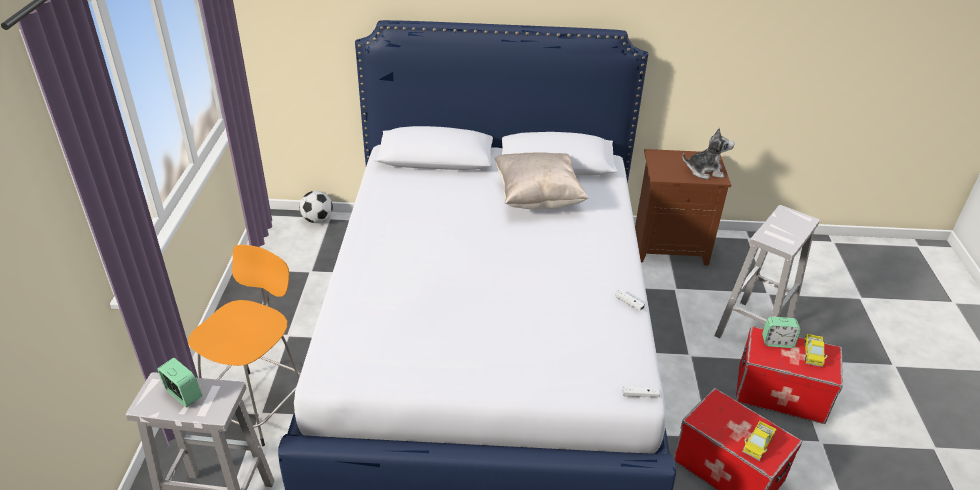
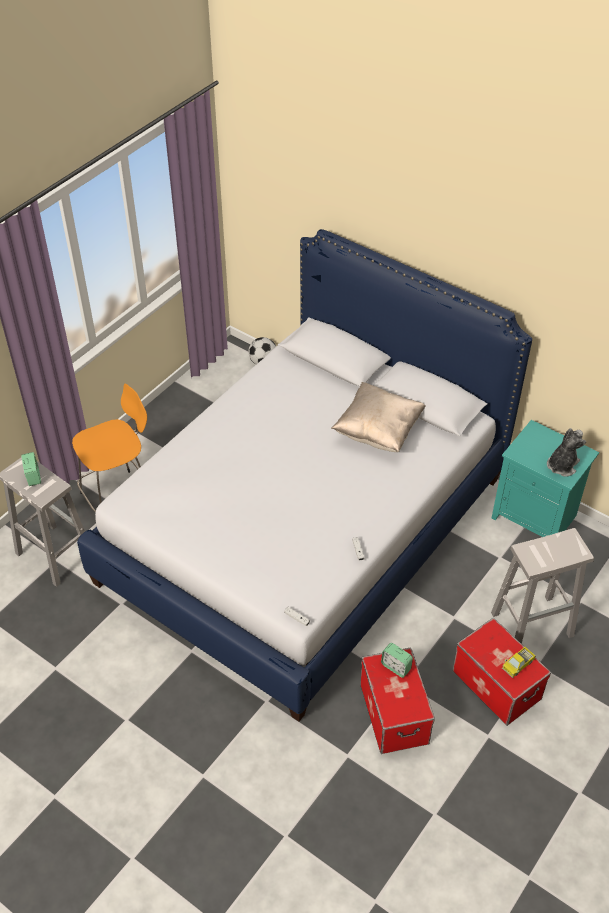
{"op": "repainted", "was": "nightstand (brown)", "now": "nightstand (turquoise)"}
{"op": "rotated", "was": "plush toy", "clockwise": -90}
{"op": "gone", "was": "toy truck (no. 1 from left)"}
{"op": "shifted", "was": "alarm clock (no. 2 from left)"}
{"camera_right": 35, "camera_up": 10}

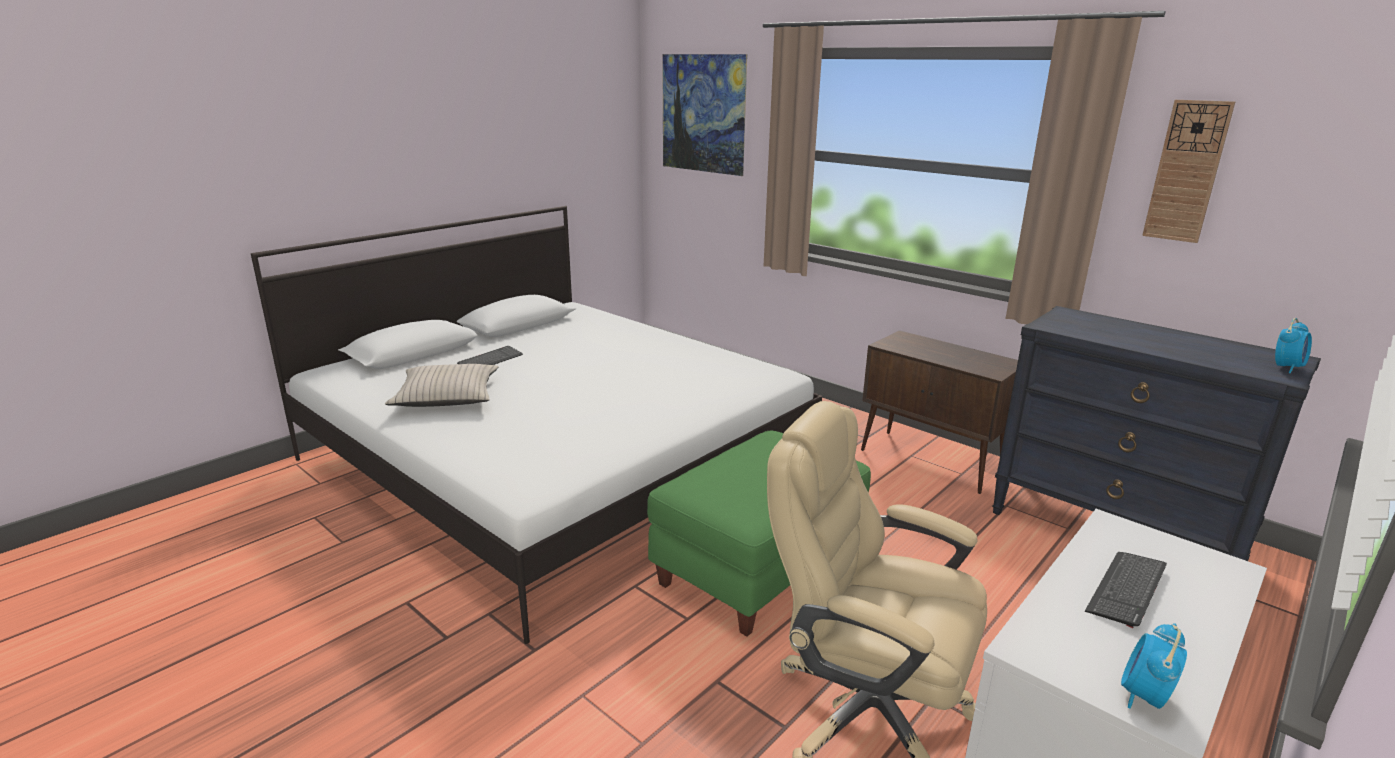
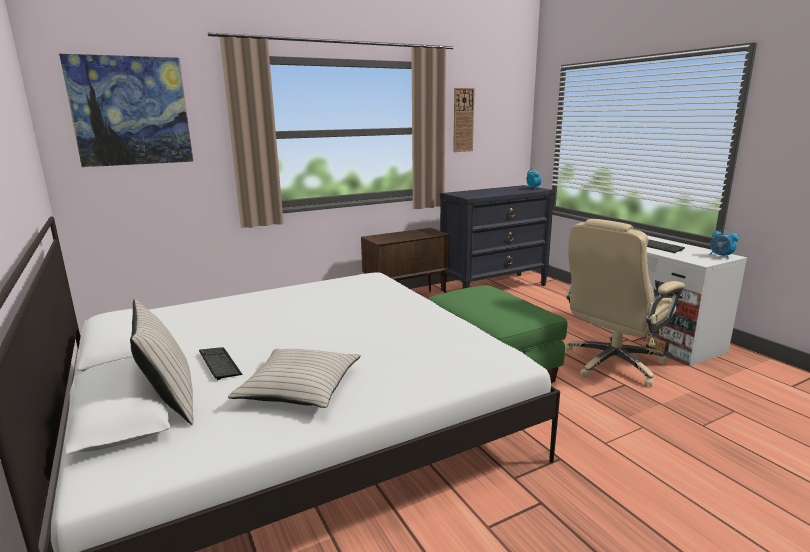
{"op": "new", "now": "pillow (beige) (no. 1 from left)"}
{"camera_right": -70, "camera_up": -5}

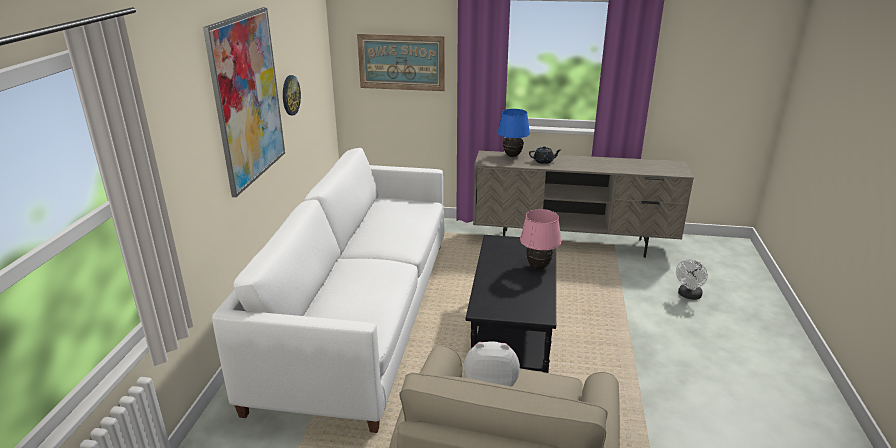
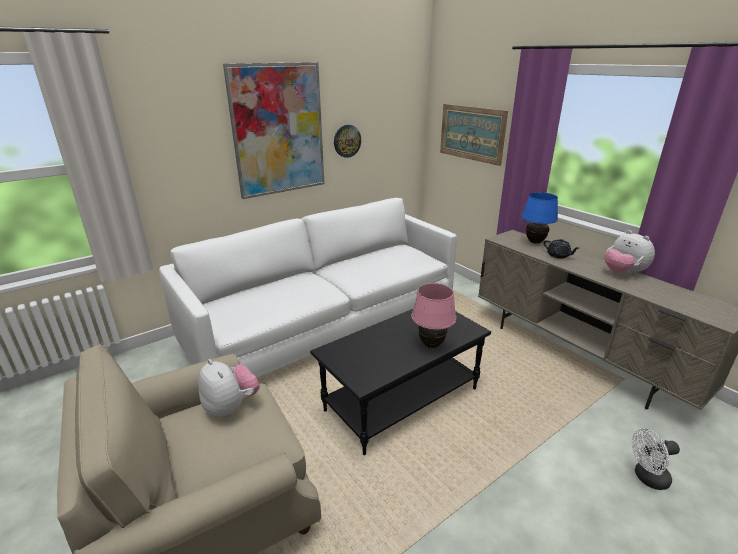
{"op": "new", "now": "plush toy (no. 2 from left)"}
{"camera_right": 45, "camera_up": 0}

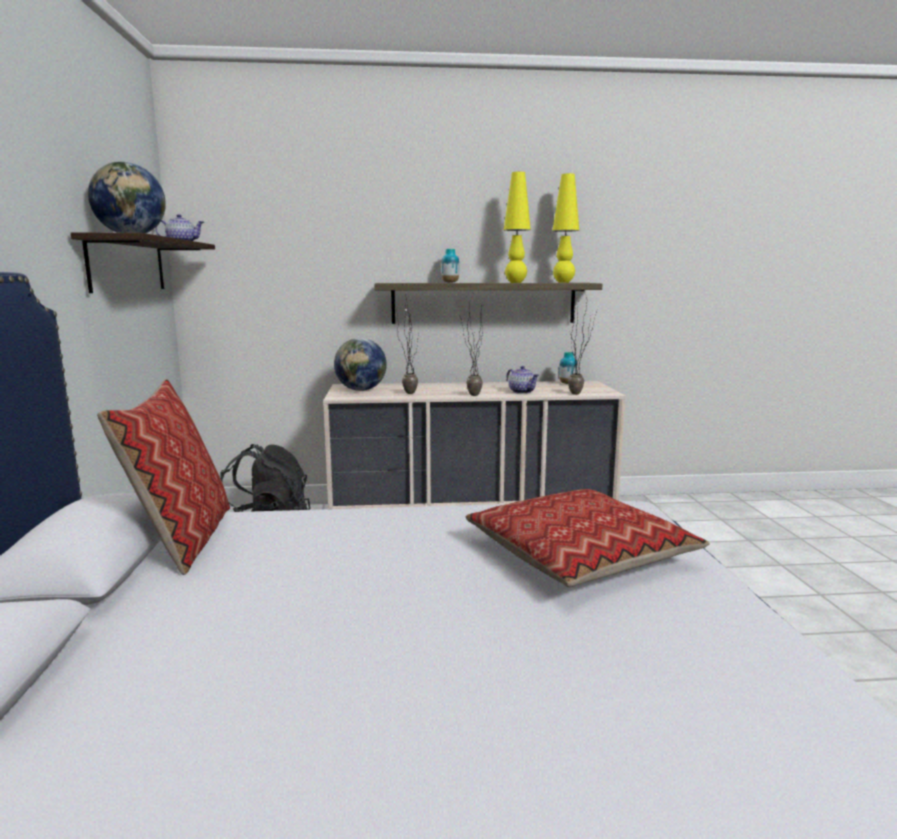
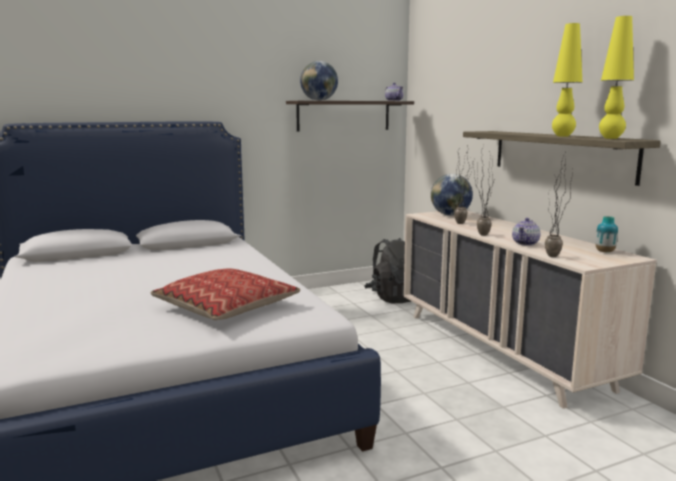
{"op": "gone", "was": "pillow (no. 1 from left)"}
{"op": "gone", "was": "vase (no. 1 from left)"}
{"camera_right": 70, "camera_up": 0}

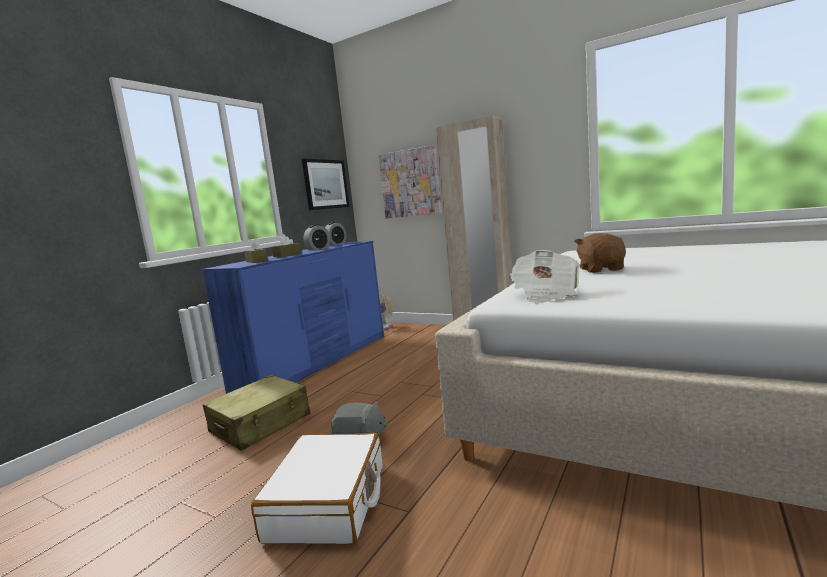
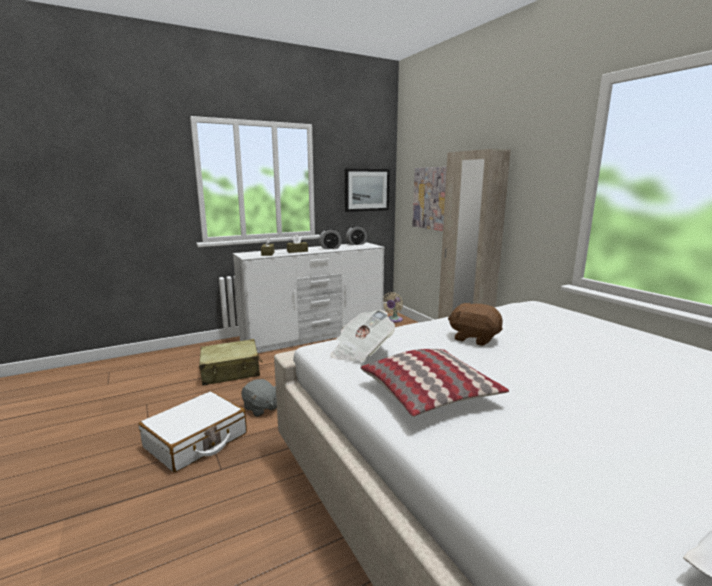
{"op": "repainted", "was": "dresser (blue)", "now": "dresser (white)"}
{"op": "rotated", "was": "plush toy (brown)", "clockwise": -90}
{"op": "new", "now": "pillow"}
{"camera_right": 30, "camera_up": 5}

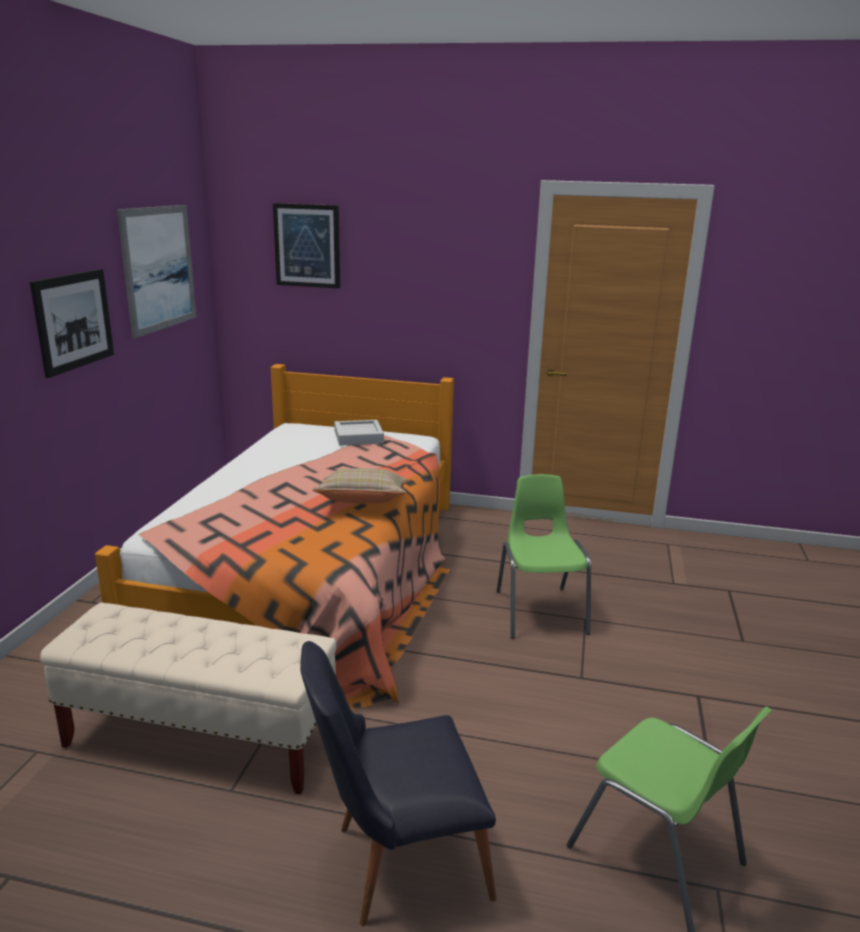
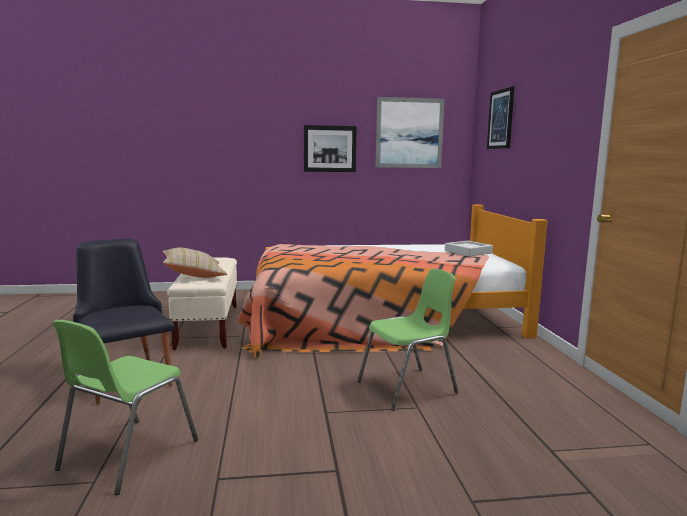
{"op": "shifted", "was": "pillow (beige)"}
{"camera_right": 70, "camera_up": -10}

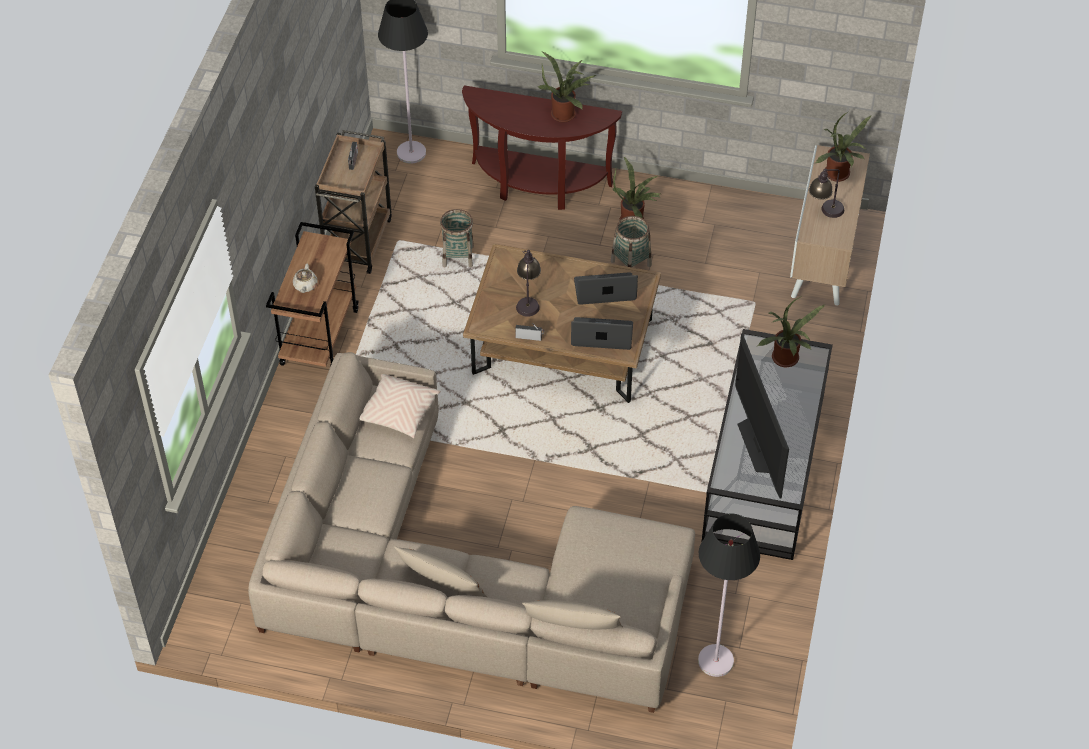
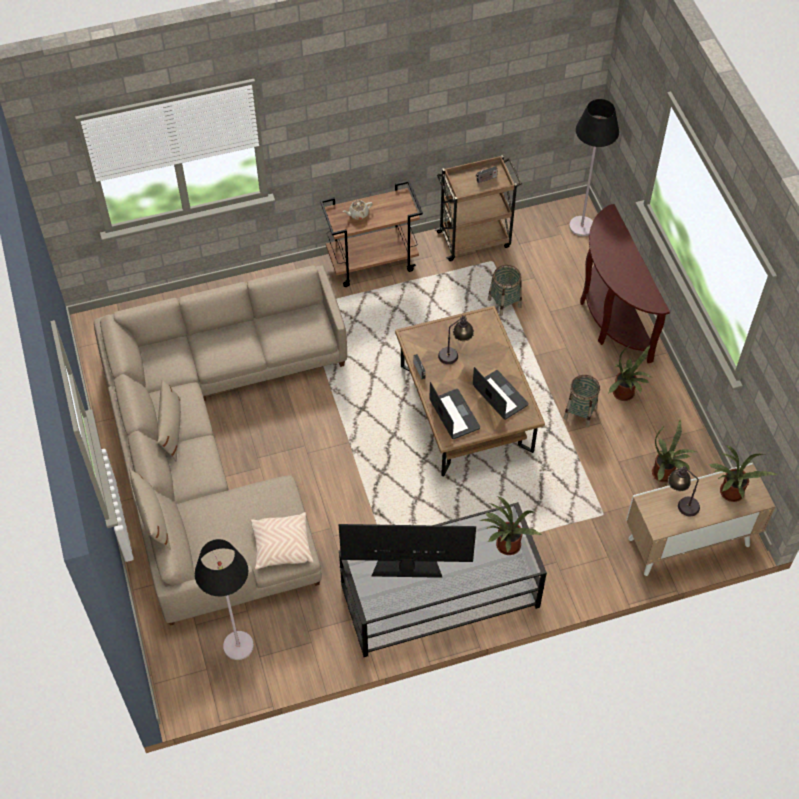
{"op": "shifted", "was": "pillow (beige) (no. 1 from left in the first image)", "now": "pillow (beige) (no. 3 from left)"}
{"op": "shifted", "was": "potted plant (no. 1 from left in the first image)", "now": "potted plant (no. 3 from left)"}
{"op": "rotated", "was": "television", "clockwise": 45}
{"camera_right": 60, "camera_up": 5}

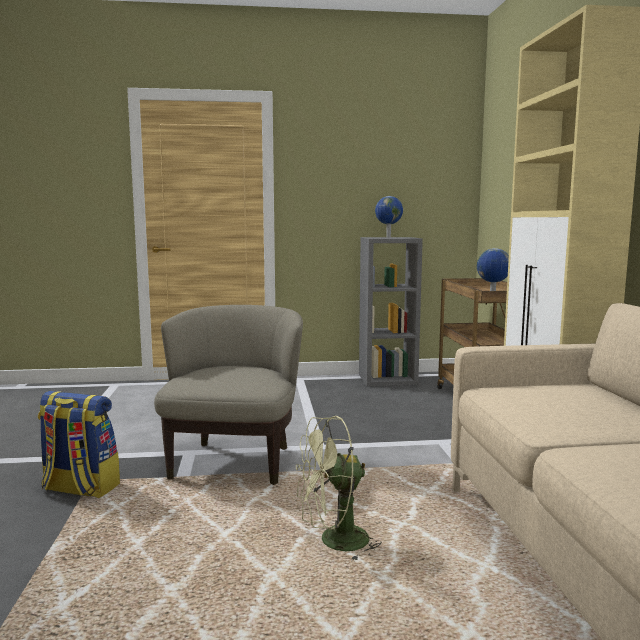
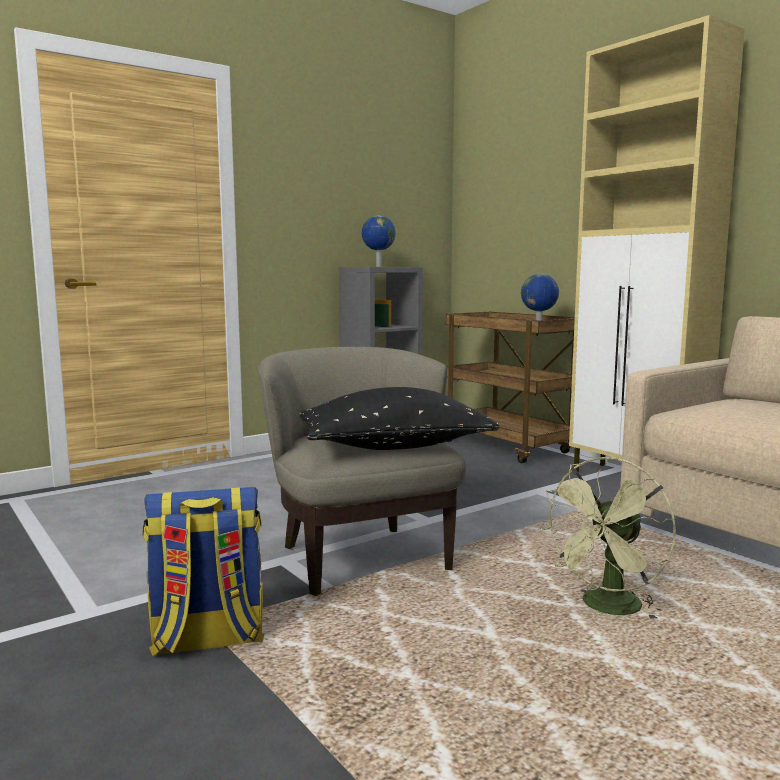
{"op": "new", "now": "pillow (black)"}
{"camera_right": -30, "camera_up": 0}

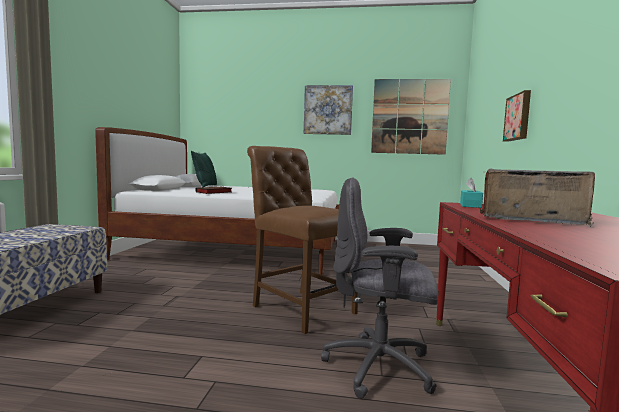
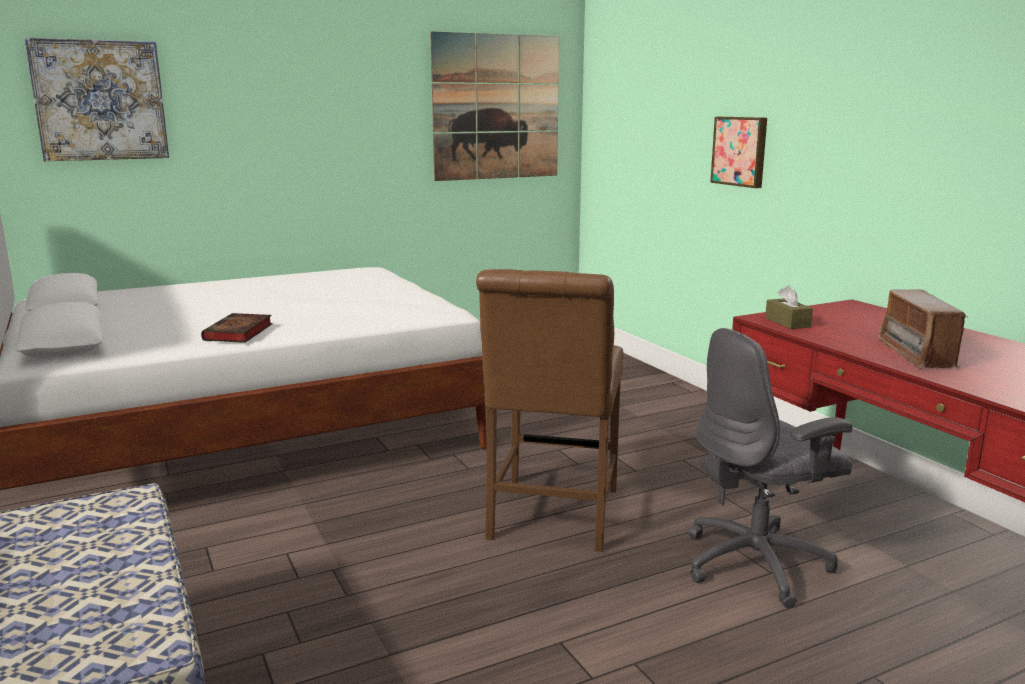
{"op": "gone", "was": "pillow (green)"}
{"op": "rotated", "was": "chair (brown)", "clockwise": -90}
{"op": "shifted", "was": "picture (no. 1 from left)"}
{"op": "repainted", "was": "tissue box (turquoise)", "now": "tissue box (brown)"}
{"op": "rotated", "was": "radio", "clockwise": -75}
{"camera_right": -35, "camera_up": 10}

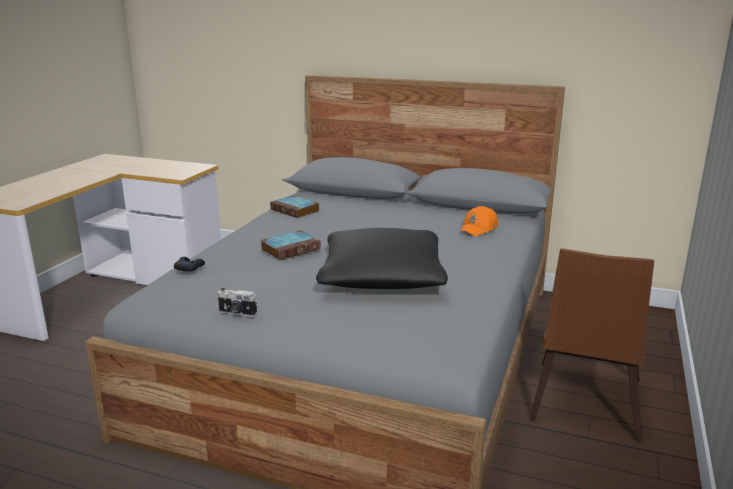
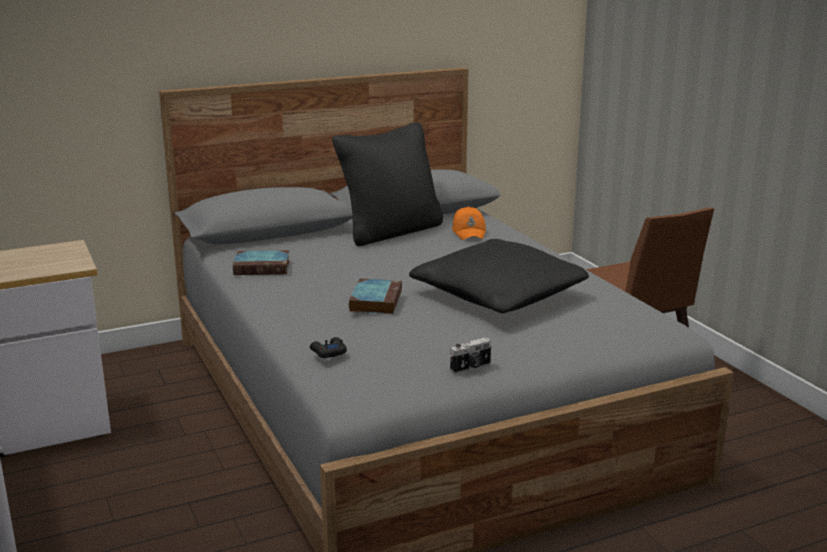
{"op": "new", "now": "pillow (black) (no. 1 from left)"}
{"camera_right": -45, "camera_up": 0}

